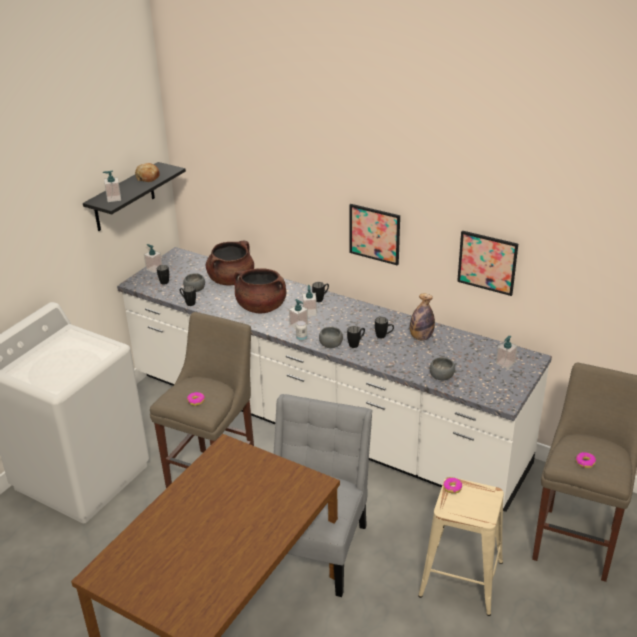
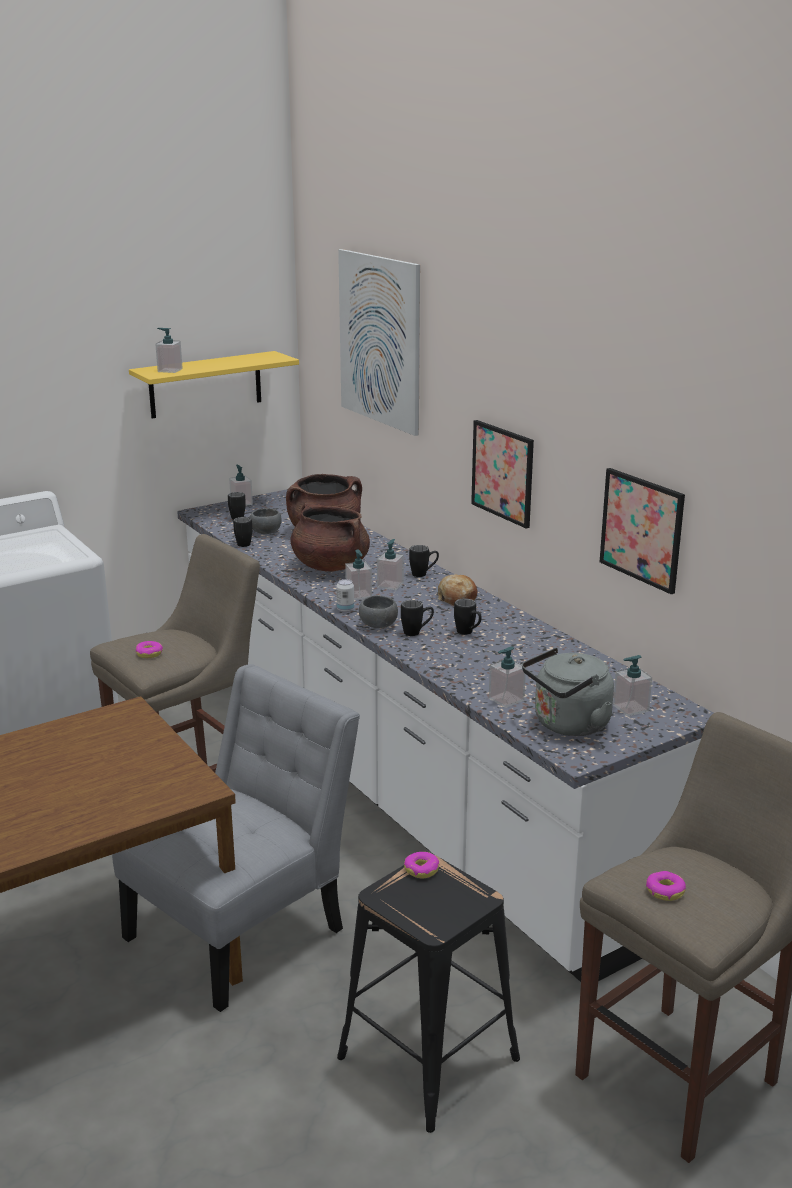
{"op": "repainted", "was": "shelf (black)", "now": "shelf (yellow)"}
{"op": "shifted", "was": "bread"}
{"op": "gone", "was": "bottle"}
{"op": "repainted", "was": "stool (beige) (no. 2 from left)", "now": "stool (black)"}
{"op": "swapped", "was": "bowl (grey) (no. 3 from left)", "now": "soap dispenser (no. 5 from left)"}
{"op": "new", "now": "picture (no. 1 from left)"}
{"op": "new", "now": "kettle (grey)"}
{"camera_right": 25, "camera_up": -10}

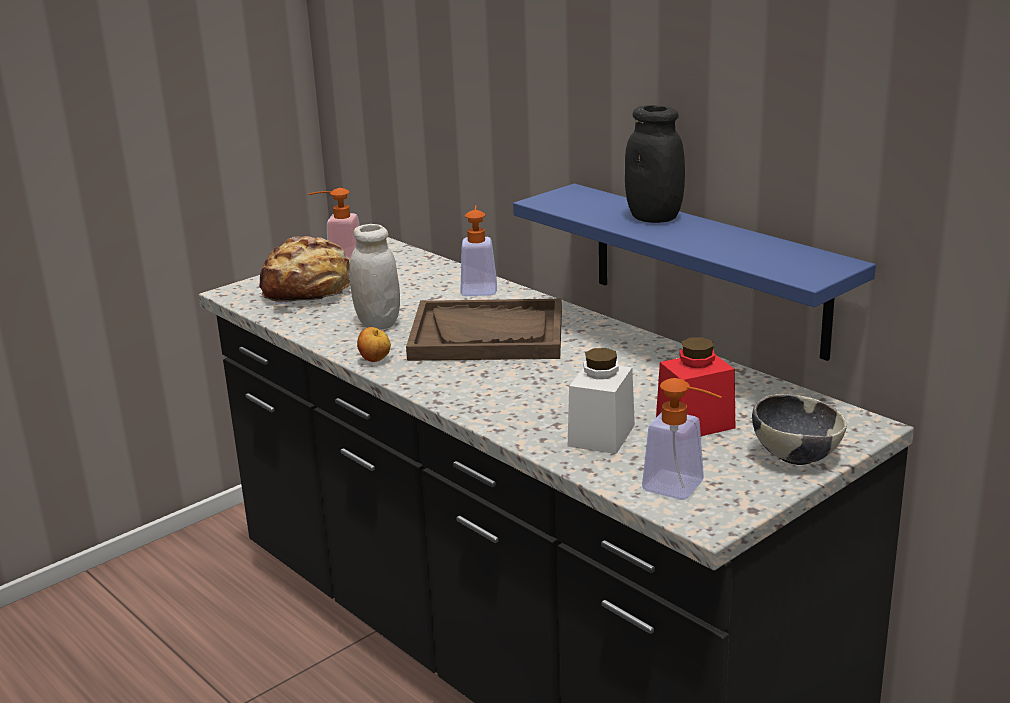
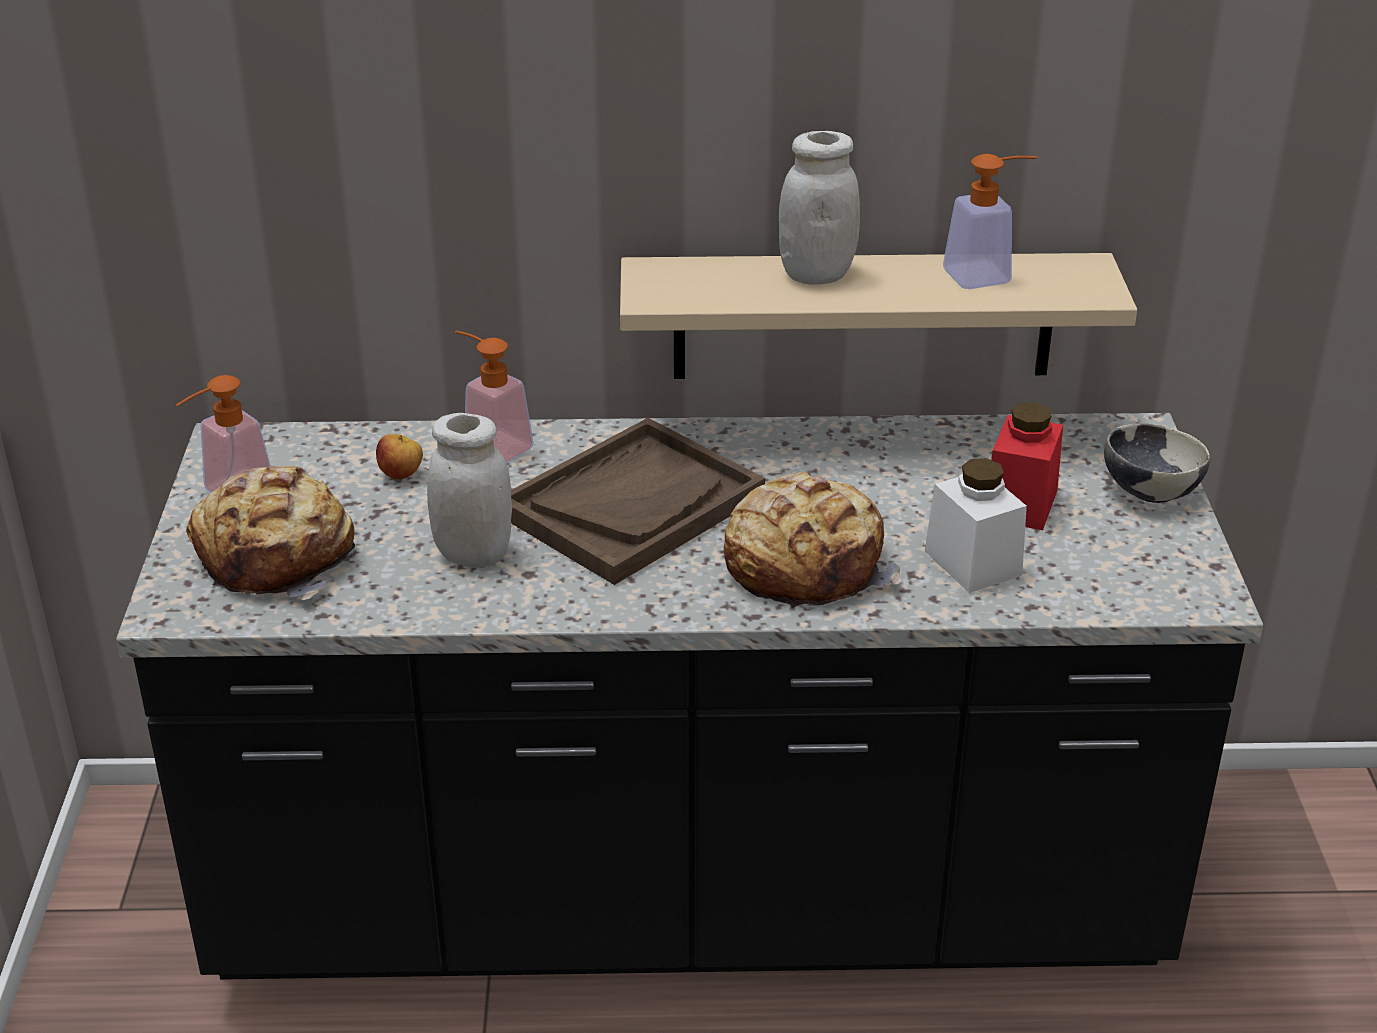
{"op": "shifted", "was": "apple"}
{"op": "repainted", "was": "shelf (blue)", "now": "shelf (beige)"}
{"op": "repainted", "was": "jar (black)", "now": "jar (white) (no. 2 from left)"}
{"op": "shifted", "was": "soap dispenser (no. 3 from left)"}
{"op": "new", "now": "bread (no. 2 from left)"}
{"camera_right": -50, "camera_up": 10}

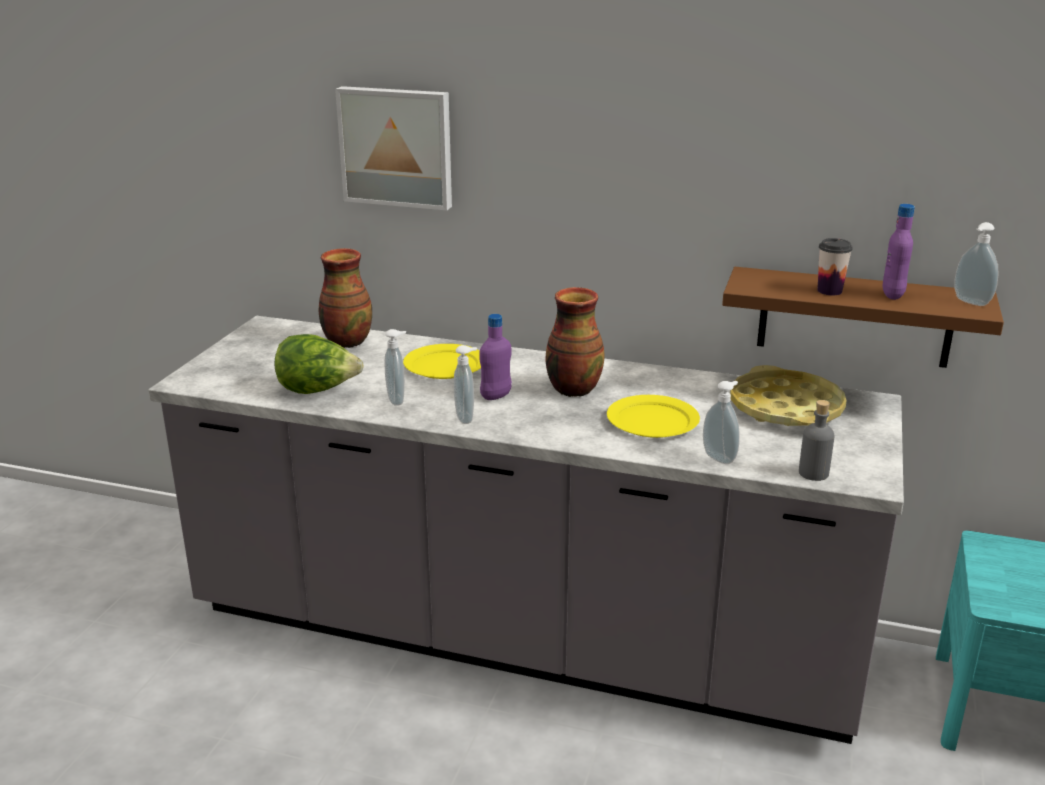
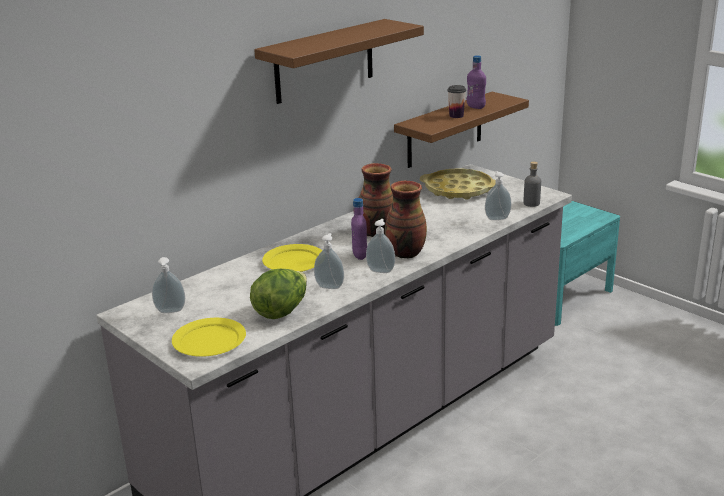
{"op": "shifted", "was": "vase (no. 1 from left in the first image)", "now": "vase (no. 2 from left)"}
{"op": "gone", "was": "picture"}
{"op": "shifted", "was": "plate (yellow) (no. 2 from left in the first image)", "now": "plate (yellow) (no. 1 from left)"}
{"op": "shifted", "was": "soap dispenser (no. 4 from left in the first image)", "now": "soap dispenser (no. 1 from left)"}
{"op": "new", "now": "shelf (brown) (no. 1 from left)"}
{"camera_right": -60, "camera_up": 0}

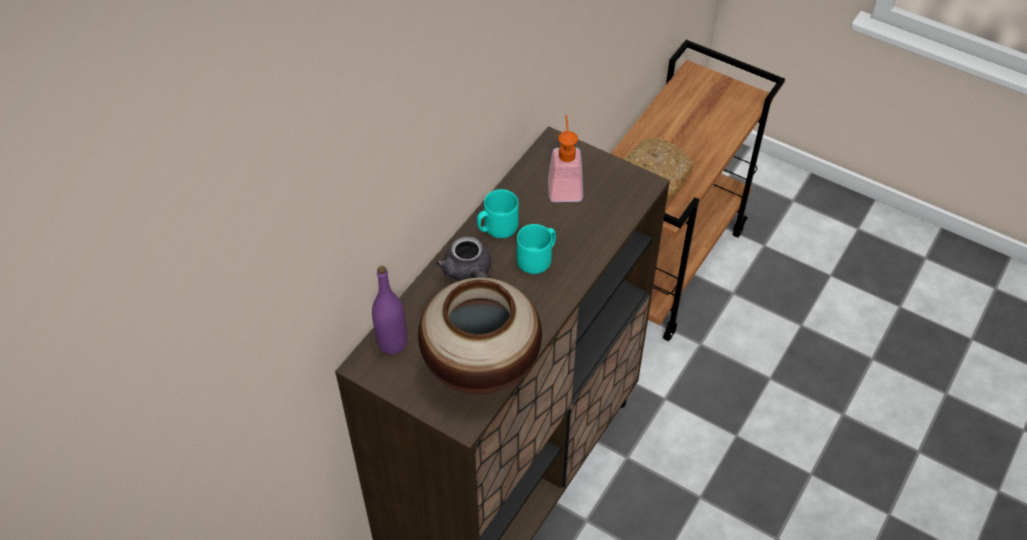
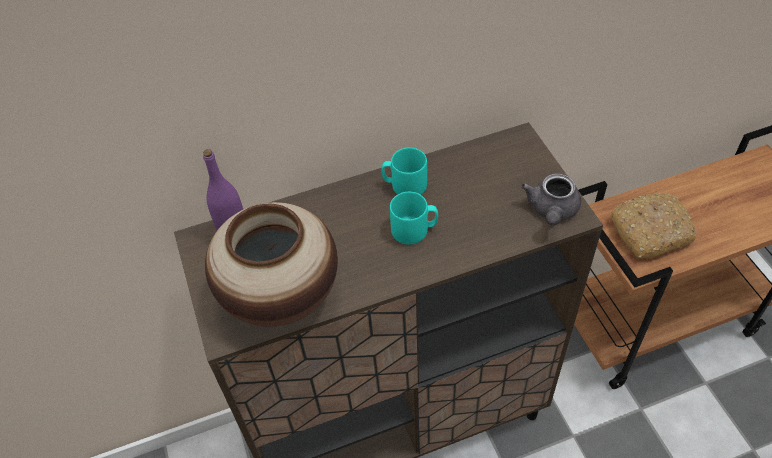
{"op": "shifted", "was": "teapot (grey)"}
{"op": "gone", "was": "soap dispenser"}
{"camera_right": 40, "camera_up": 0}

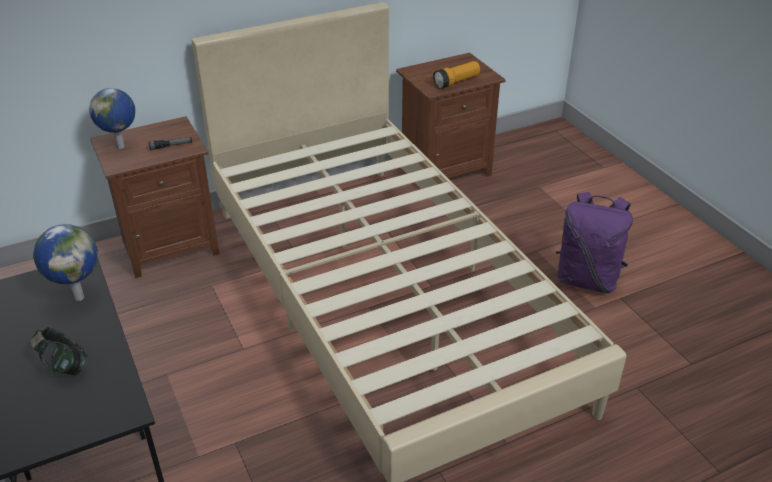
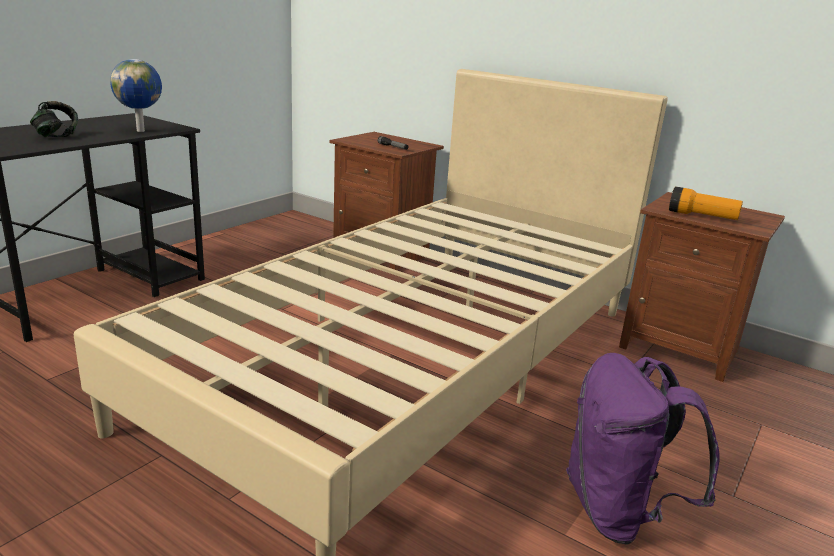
{"op": "gone", "was": "globe (no. 2 from left)"}
{"camera_right": 60, "camera_up": -15}

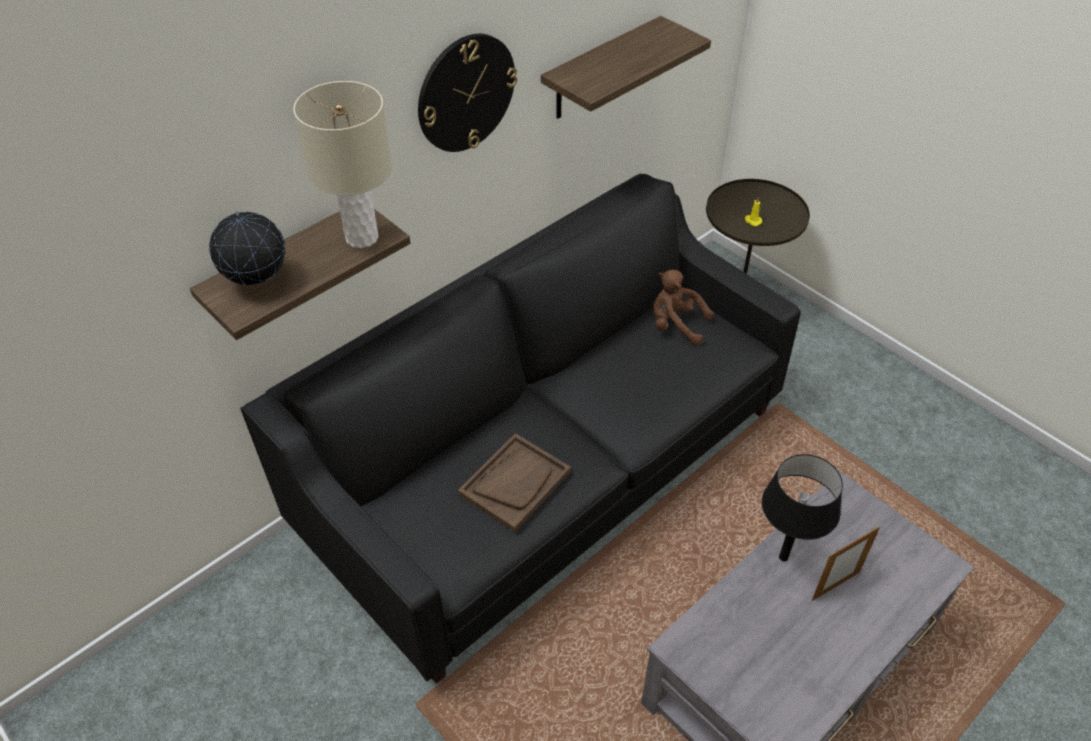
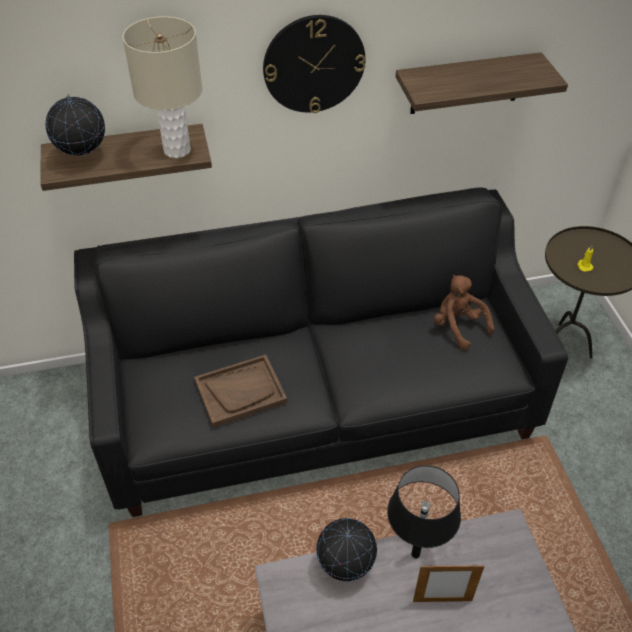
{"op": "new", "now": "globe (no. 2 from left)"}
{"camera_right": 30, "camera_up": 0}

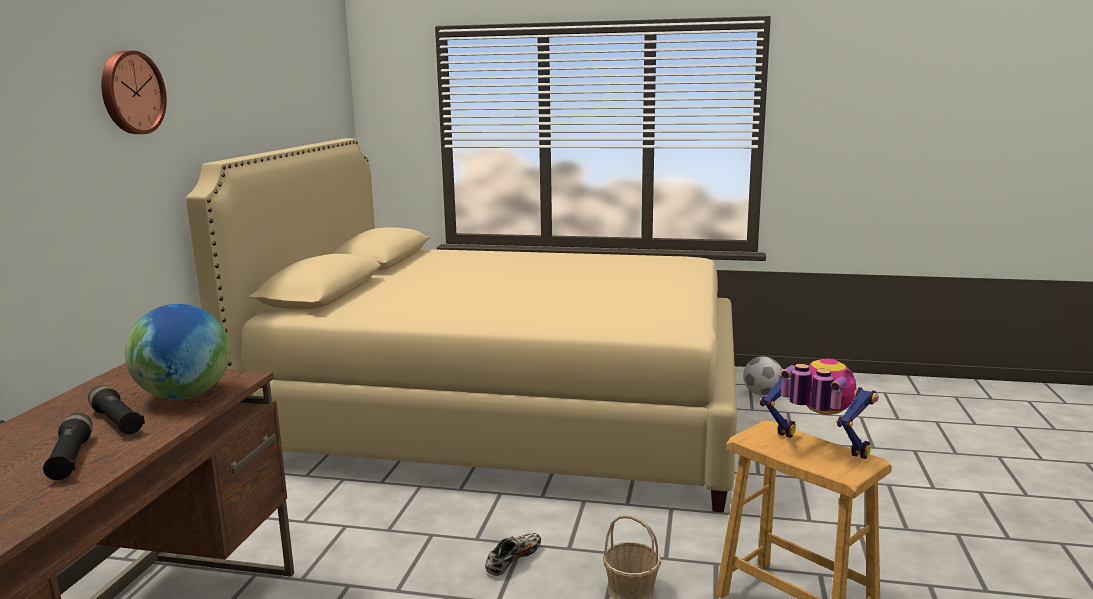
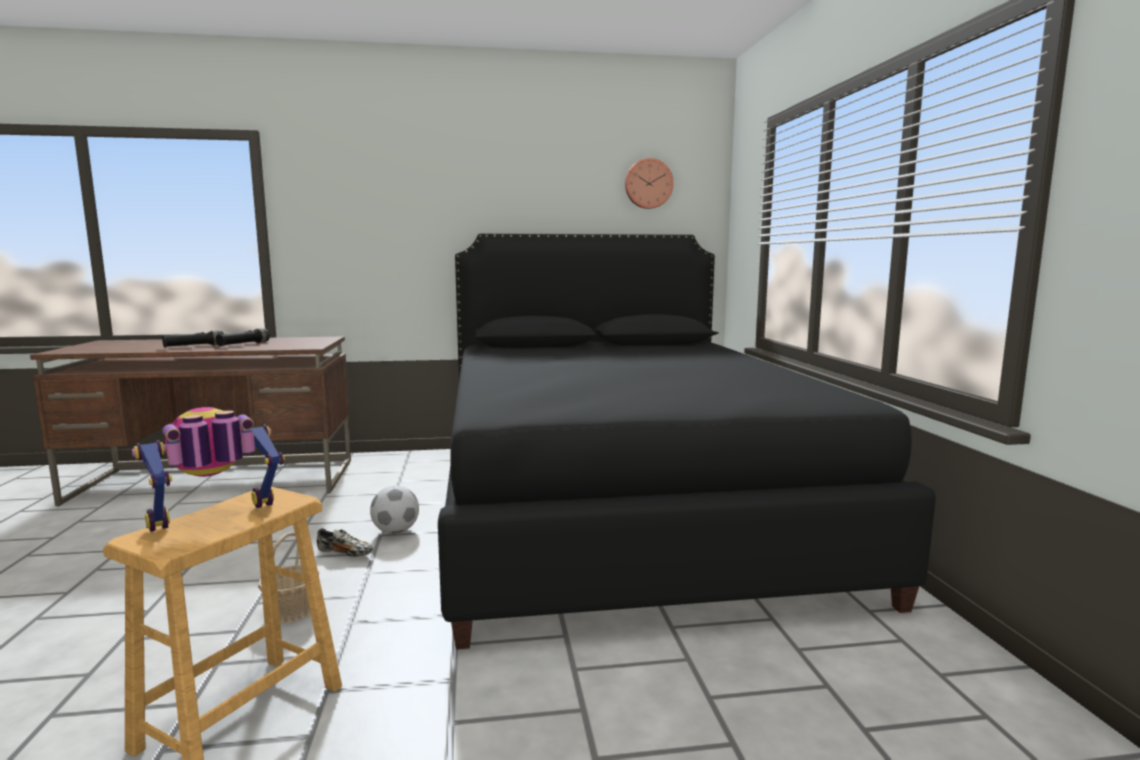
{"op": "shifted", "was": "wall clock"}
{"op": "gone", "was": "globe"}
{"op": "repainted", "was": "bed (beige)", "now": "bed (black)"}
{"op": "shifted", "was": "football"}
{"op": "rotated", "was": "toy robot", "clockwise": -150}
{"camera_right": 70, "camera_up": -5}

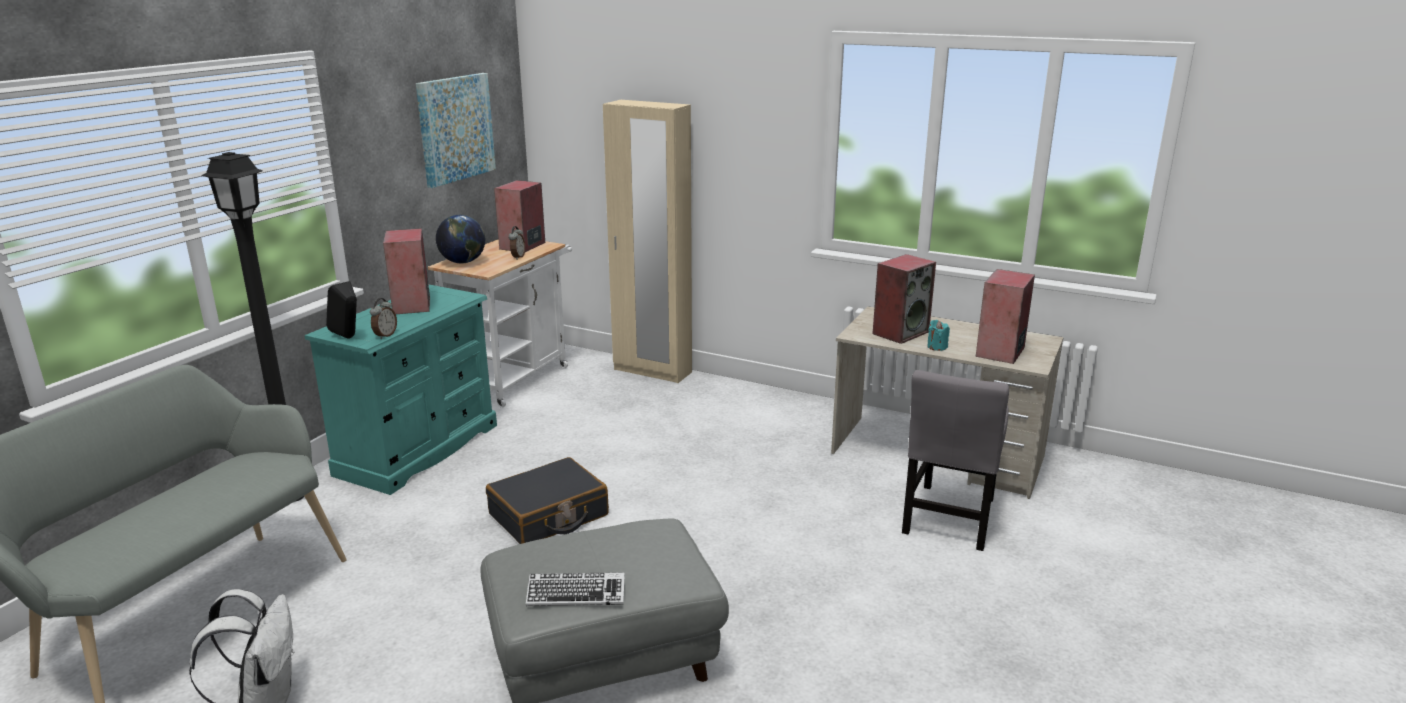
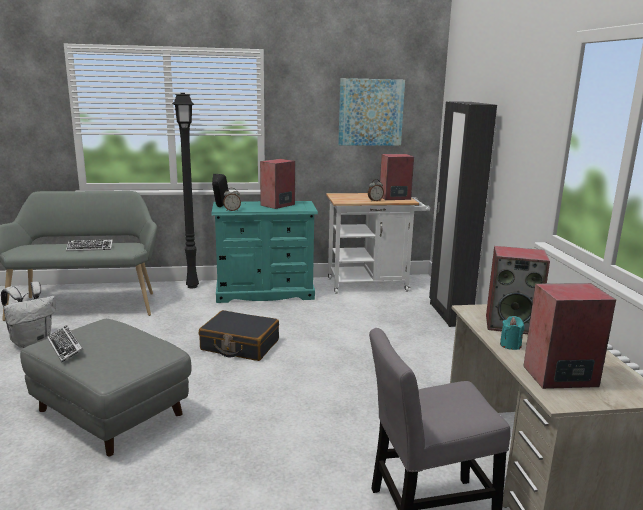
{"op": "gone", "was": "globe"}
{"op": "repainted", "was": "wardrobe (beige)", "now": "wardrobe (black)"}
{"op": "new", "now": "keyboard (no. 2 from left)"}
{"camera_right": 55, "camera_up": -5}

